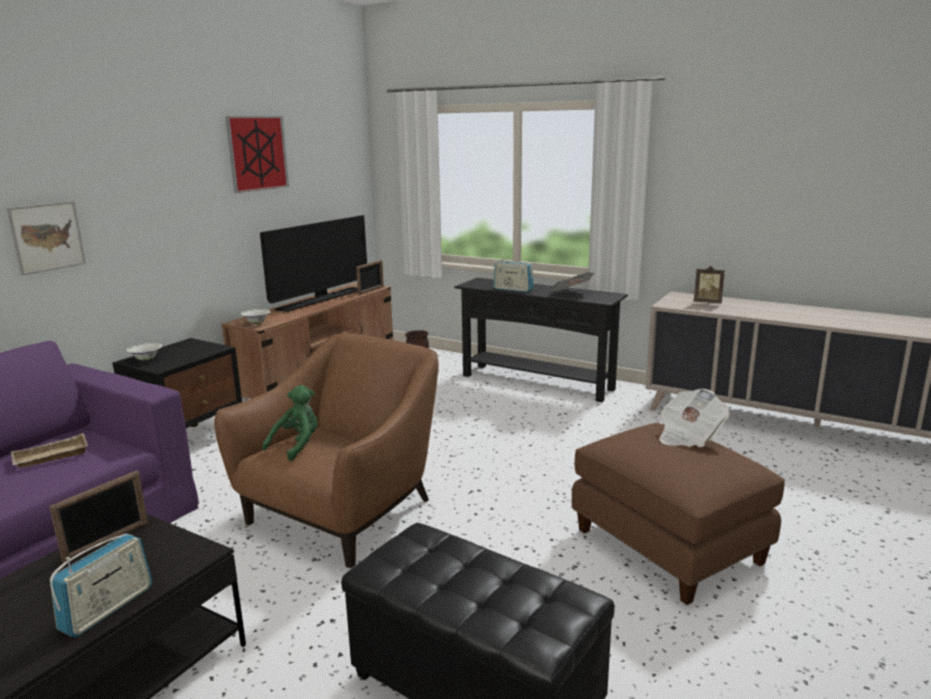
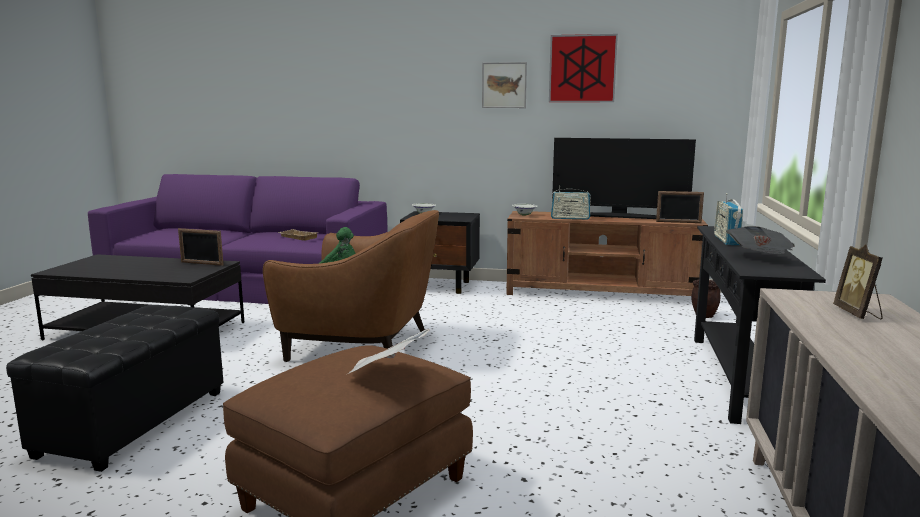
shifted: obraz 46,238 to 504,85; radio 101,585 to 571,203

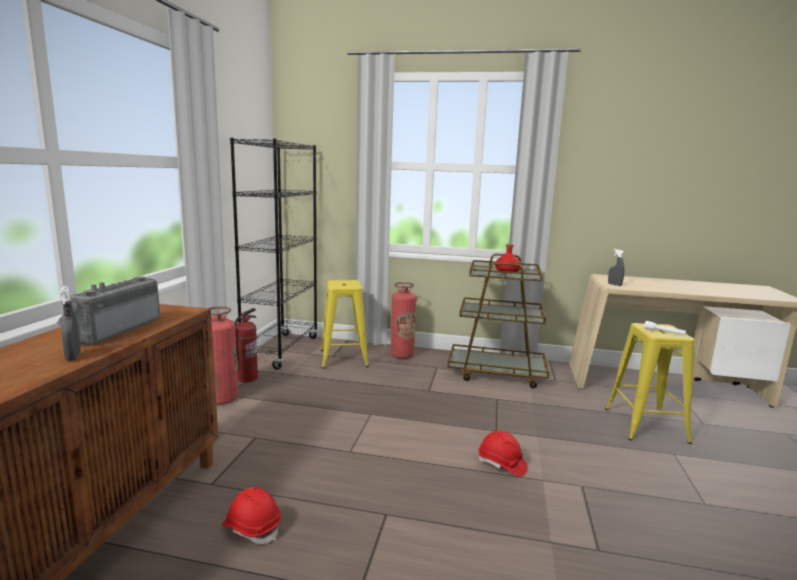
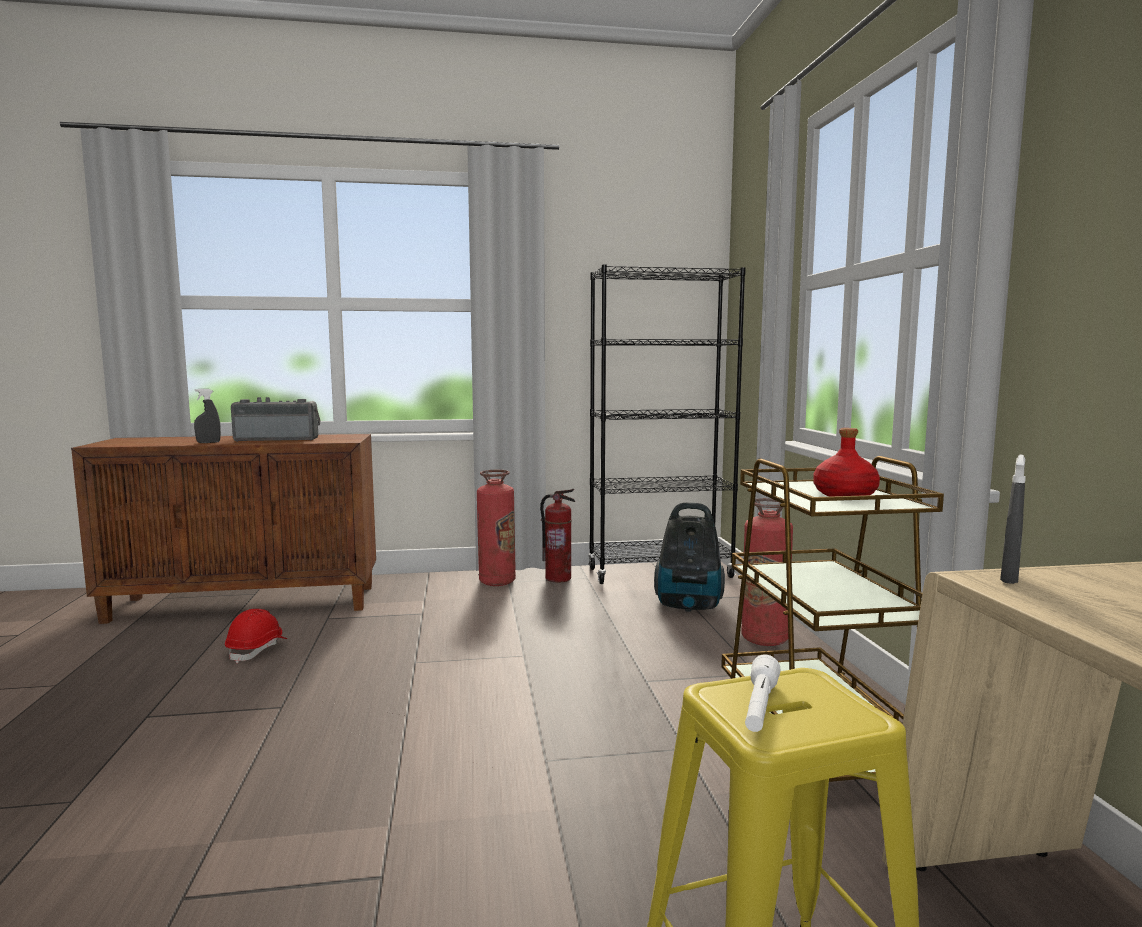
gone: kask/czerwony 503,454
swapped: stołek/żółty 345,324 to odkurzacz 689,557

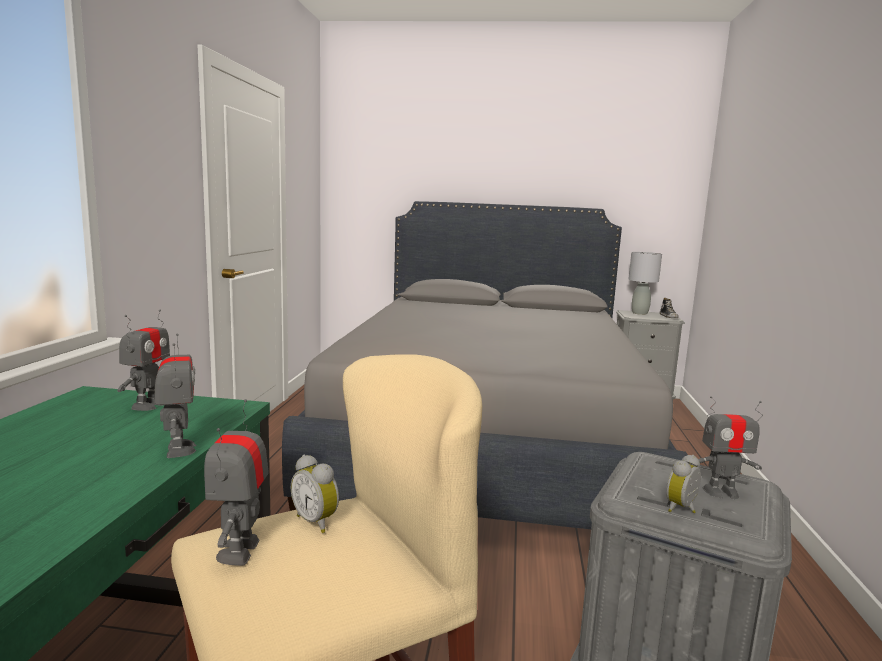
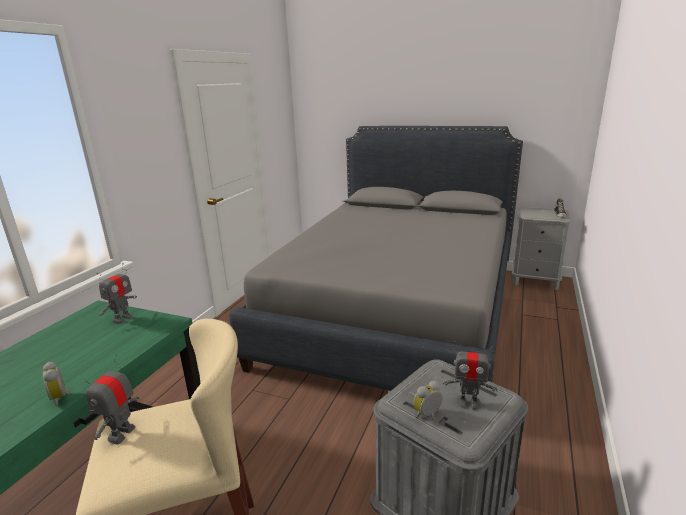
gone: lampa stołowa/szary 645,283; robot zabawkowy 175,395
shifted: budzik 315,494 to 57,384

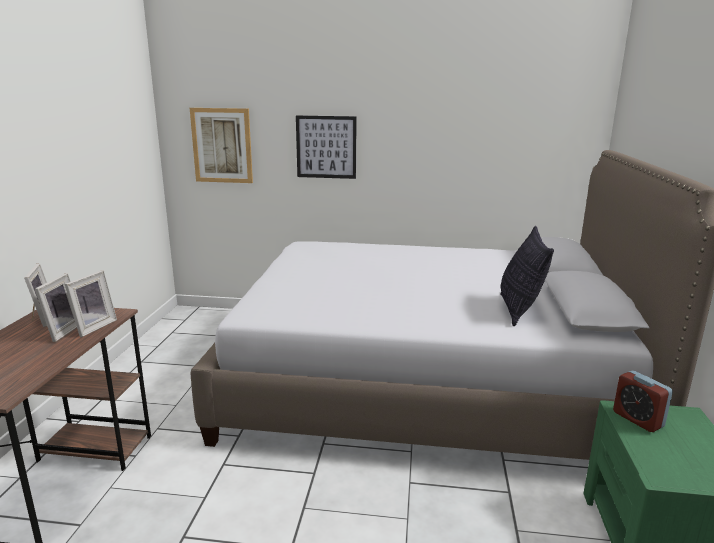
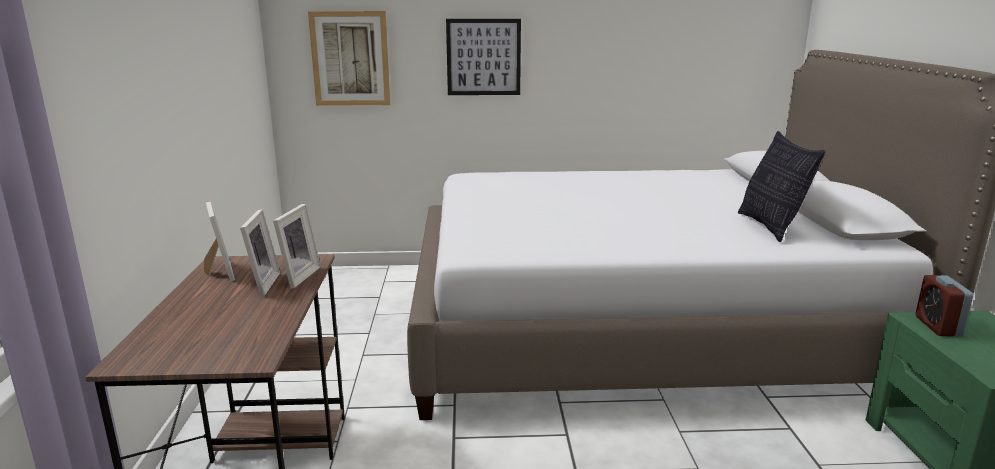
rotated: budzik 643,401 = 944,306 45 degrees clockwise

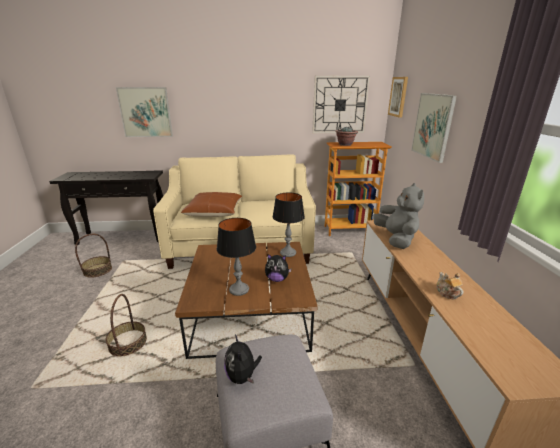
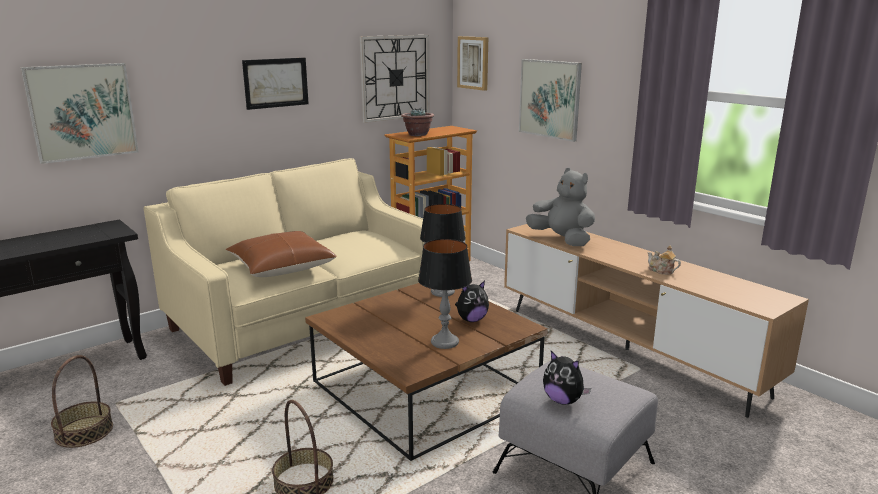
new: obraz 275,84

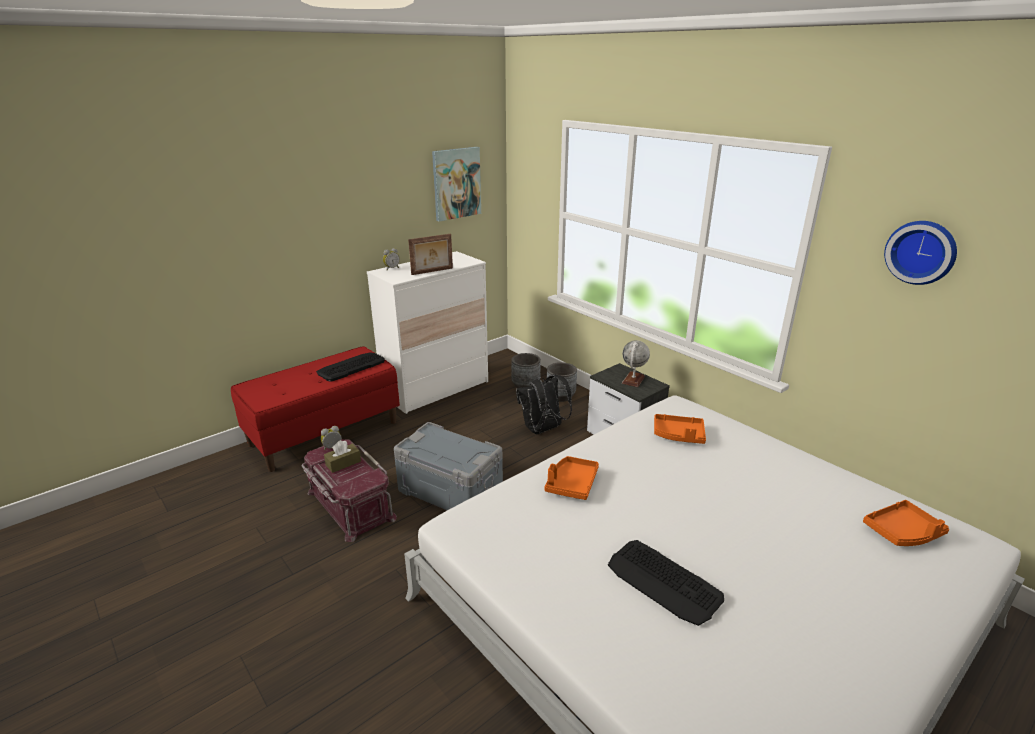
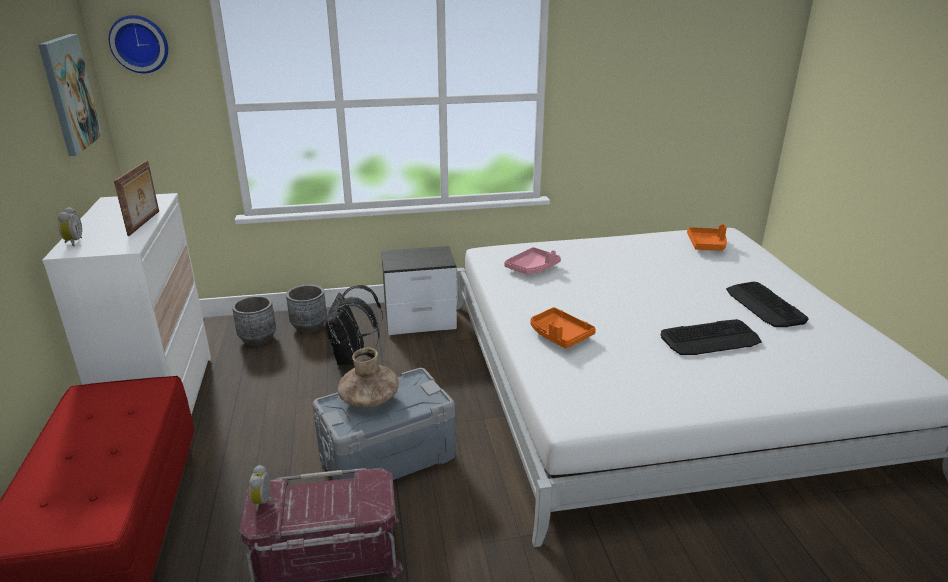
gone: globus 636,363; pudełko chusteczek/brązowy 342,456
new: wazon/brązowy 368,377
shifted: zegar ścienny 920,253 to 138,44; klawiatura 350,367 to 767,304
repainted: taca/pomarańczowy 680,429 to taca/różowy 532,261

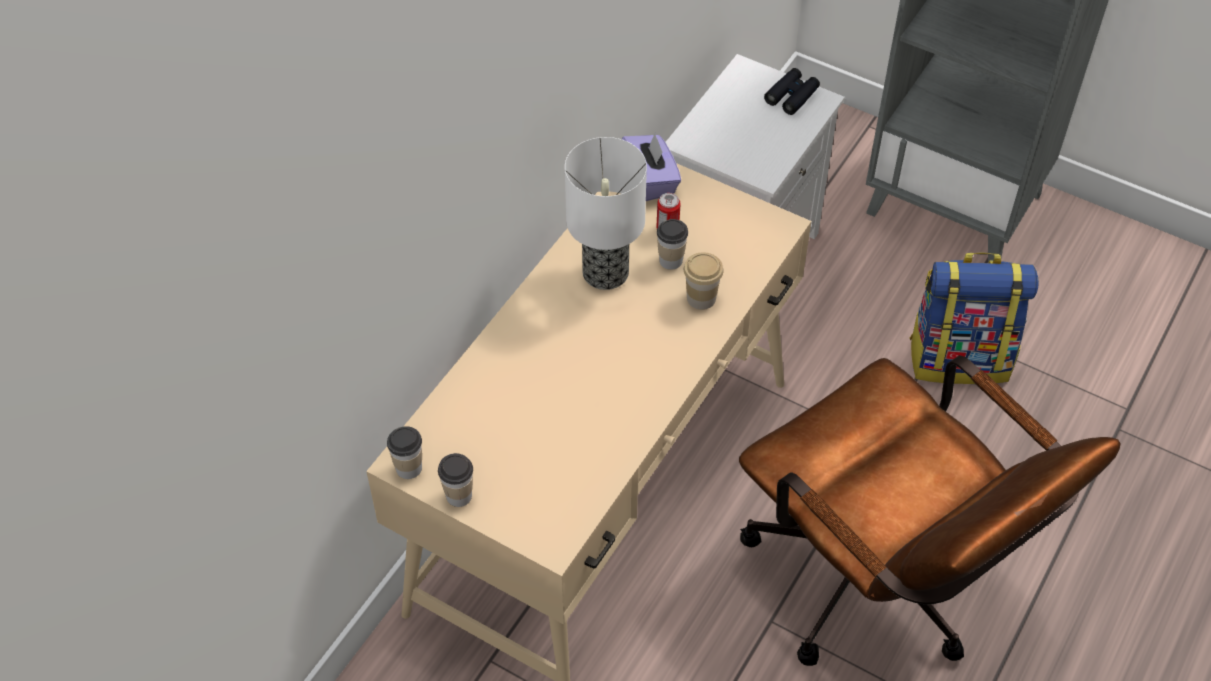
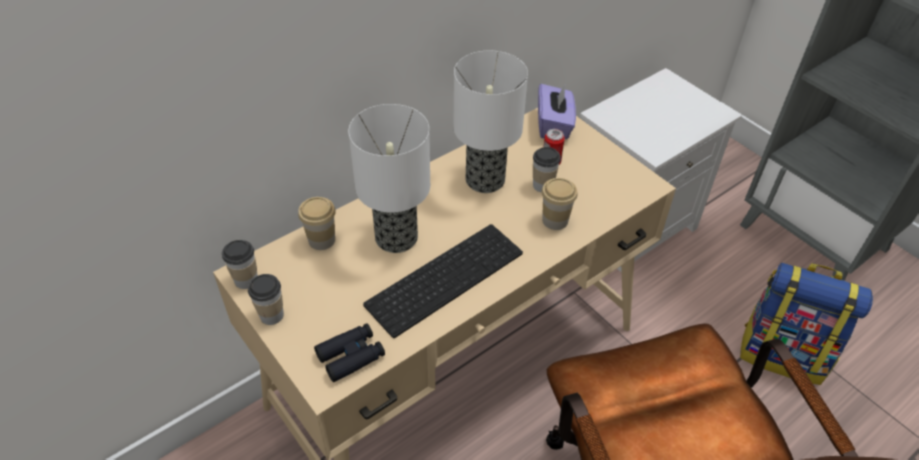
new: lampa stołowa 389,178; filiżanka 317,223; klawiatura 443,281
shifted: lornetka/czarny 792,91 to 349,352

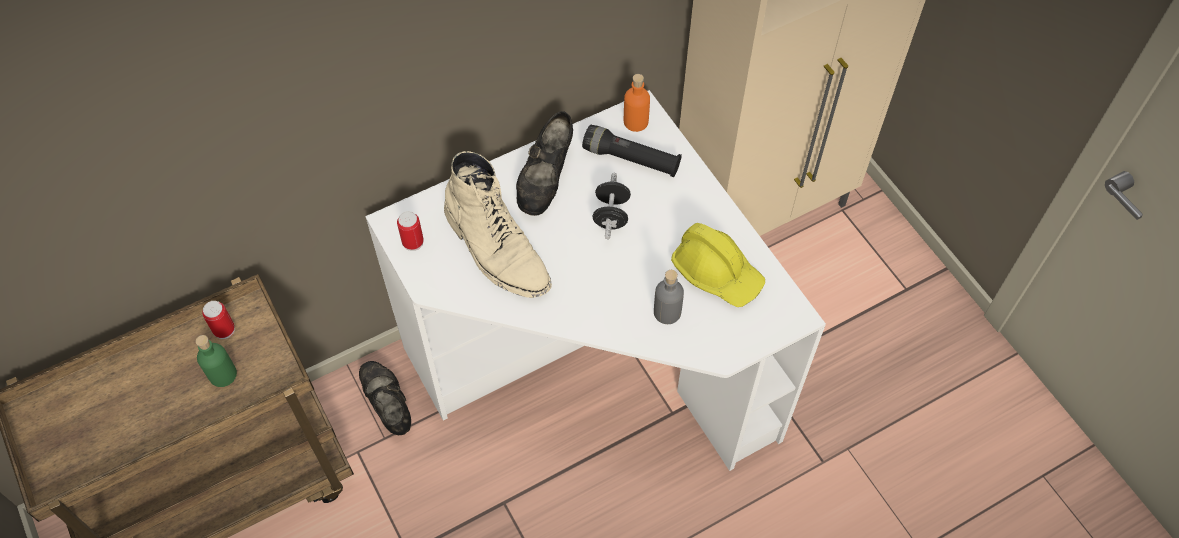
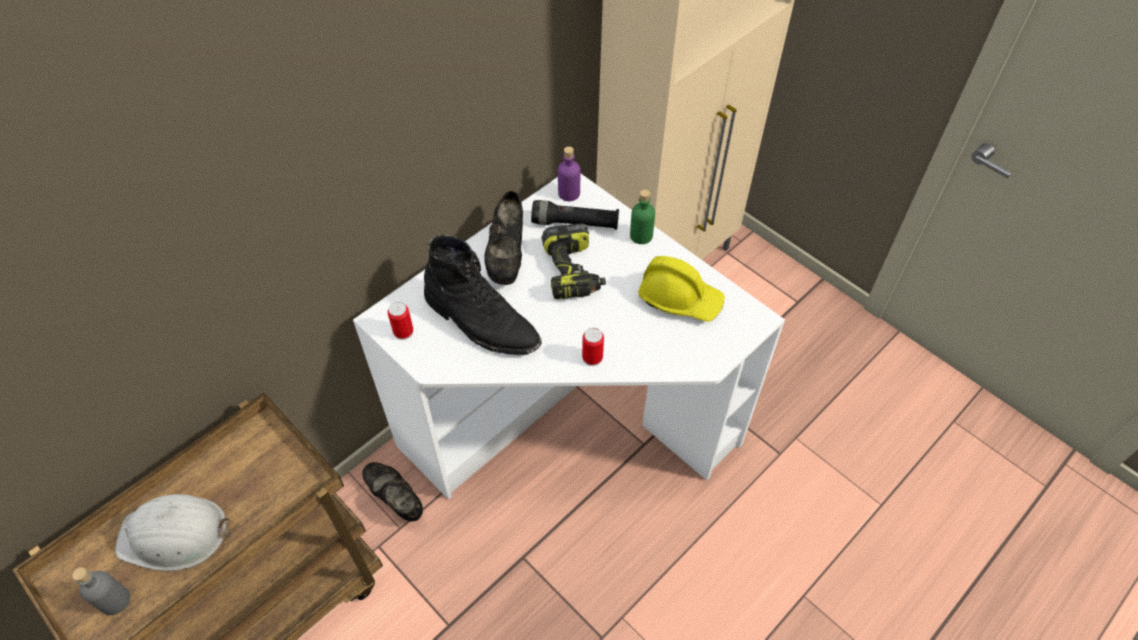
new: kask/biały 173,532
shifted: butelka/szary 669,297 to 101,591; puszka 218,320 to 593,347; butelka/zielony 216,361 to 642,216
swapped: hantel/czarny 612,206 to wiertarka 574,261
repainted: butelka/pomarańczowy 637,103 to butelka/fioletowy 569,173; but z cholewką/beżowy 498,224 to but z cholewką/czarny 483,295

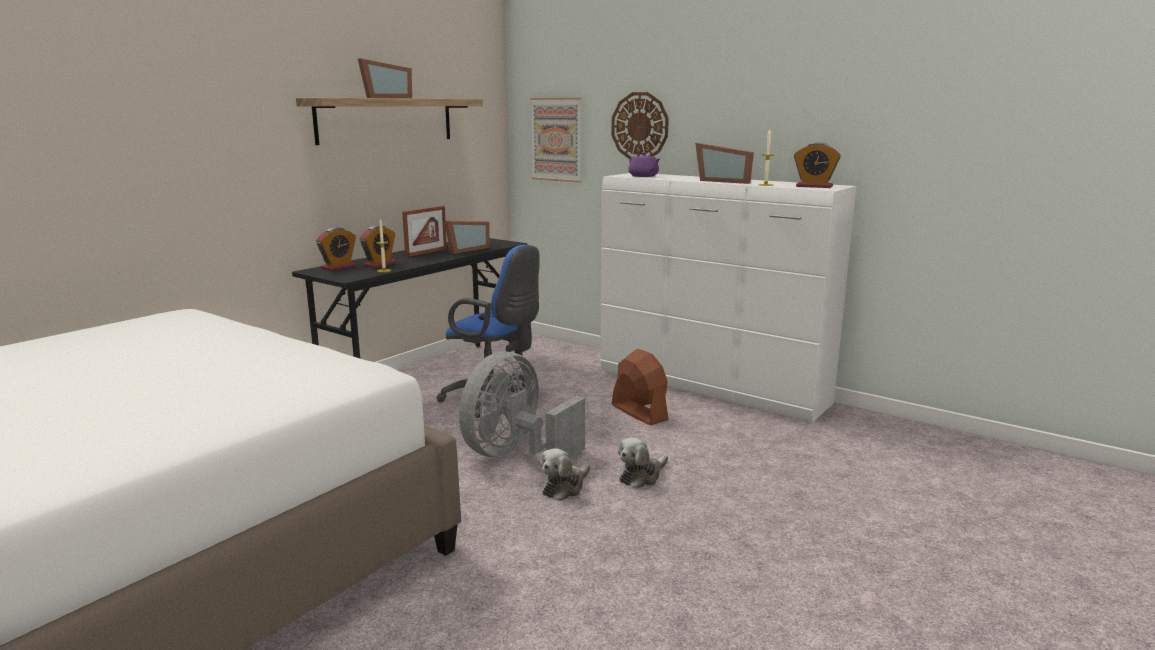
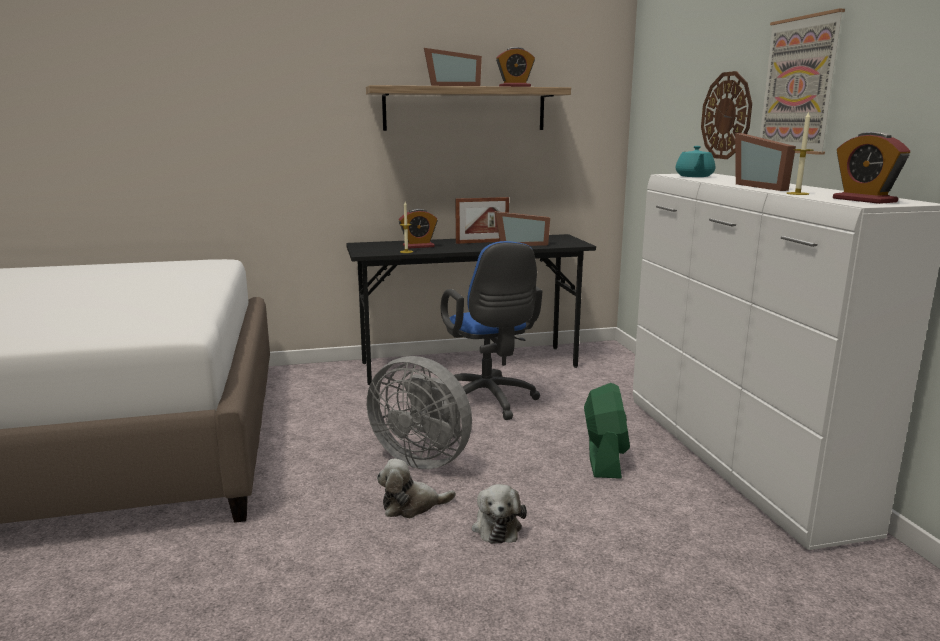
shifted: obraz 555,140 to 802,82; budzik 336,249 to 515,67
repainted: imbryk/fioletowy 644,164 to imbryk/turkusowy 695,161; wentylator/brązowy 640,387 to wentylator/zielony 607,431
rotated: wentylator/szary 522,405 = 419,412 135 degrees counterclockwise; pluszak 643,463 = 499,514 90 degrees counterclockwise

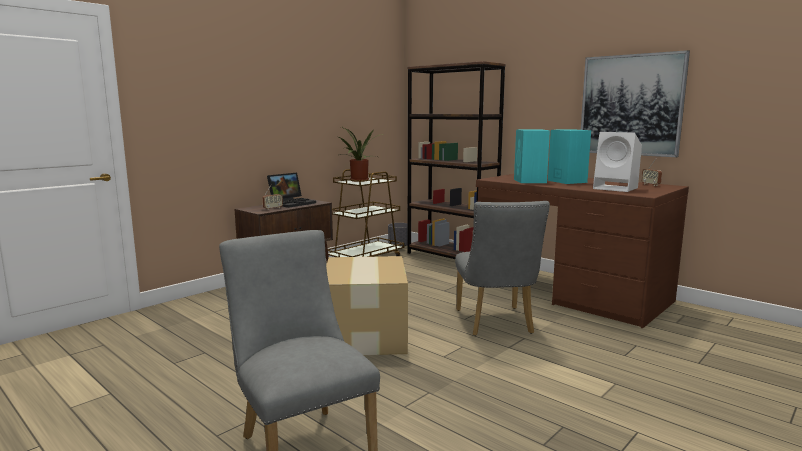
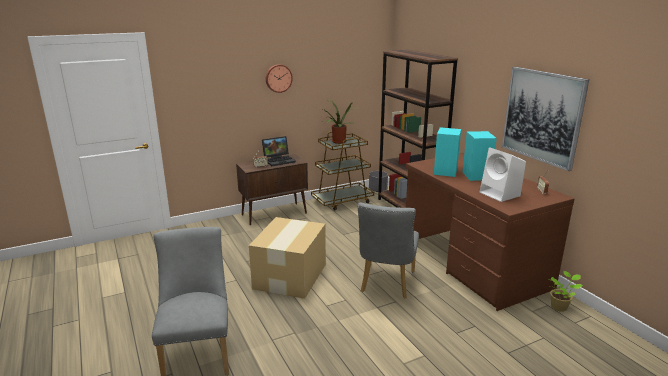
new: zegar ścienny 279,78; roślina doniczkowa 566,291

